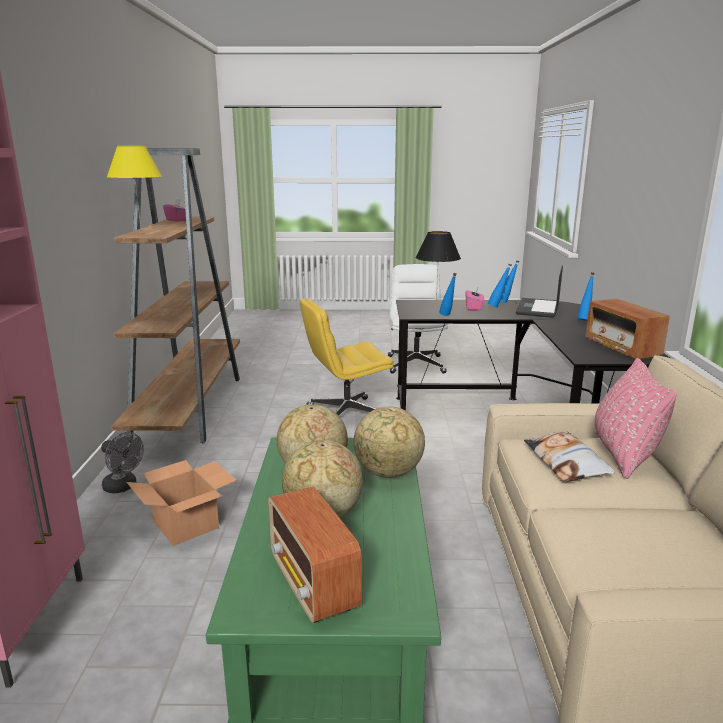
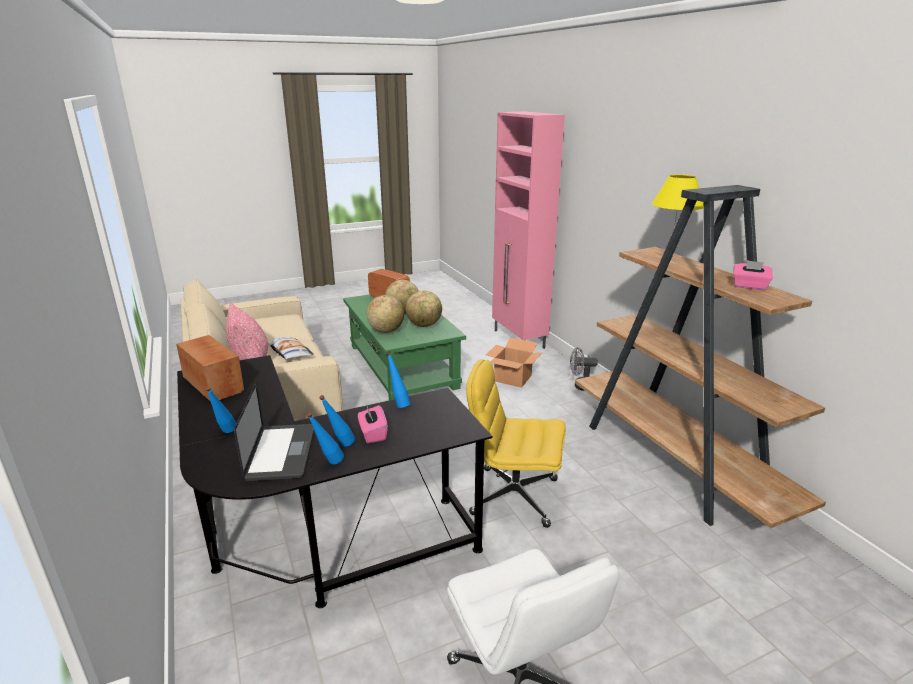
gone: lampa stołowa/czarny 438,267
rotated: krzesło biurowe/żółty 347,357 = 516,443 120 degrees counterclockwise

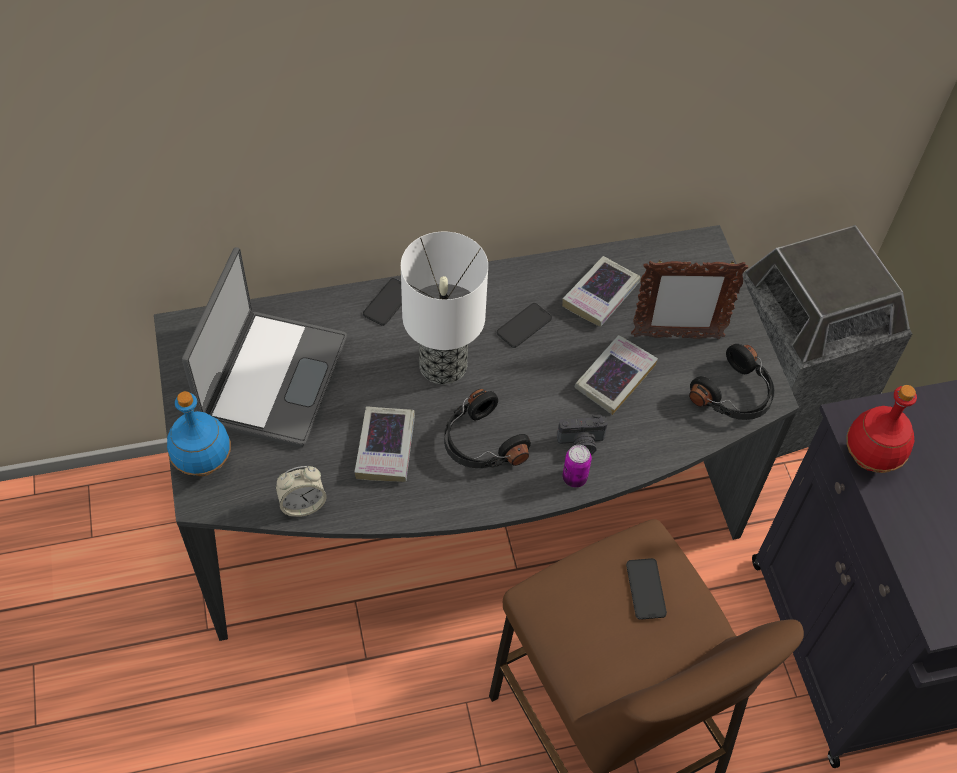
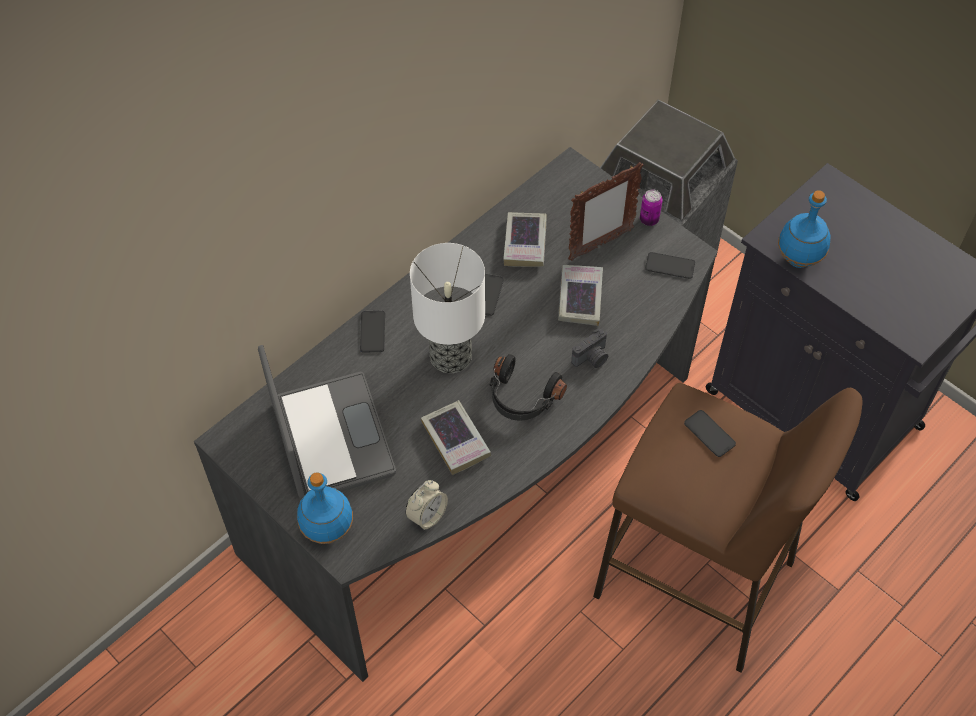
shifted: puszka 577,466 to 651,207
swapped: słuchawki/czarny 732,382 to telefon 670,265
repainted: butelka/czerwony 881,429 to butelka/niebieski 804,229

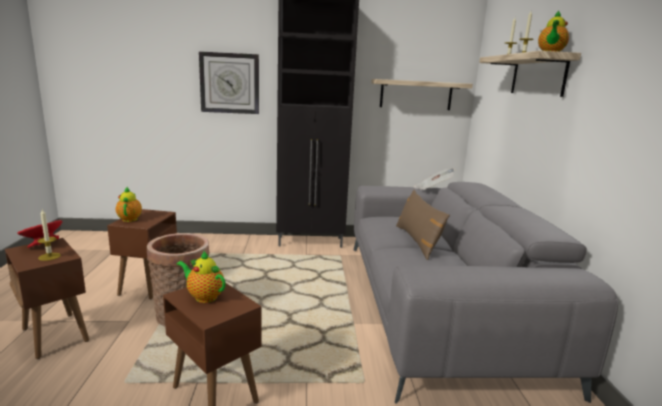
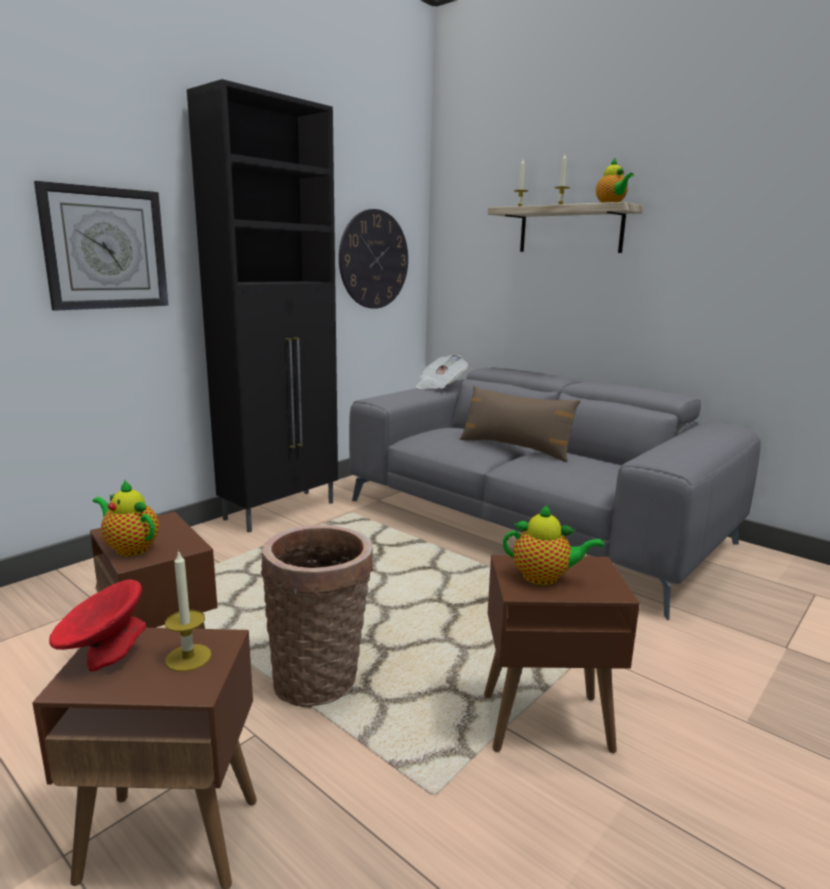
swapped: półka 422,94 to zegar ścienny 373,259
rotated: imbryk 201,276 = 553,544 150 degrees counterclockwise

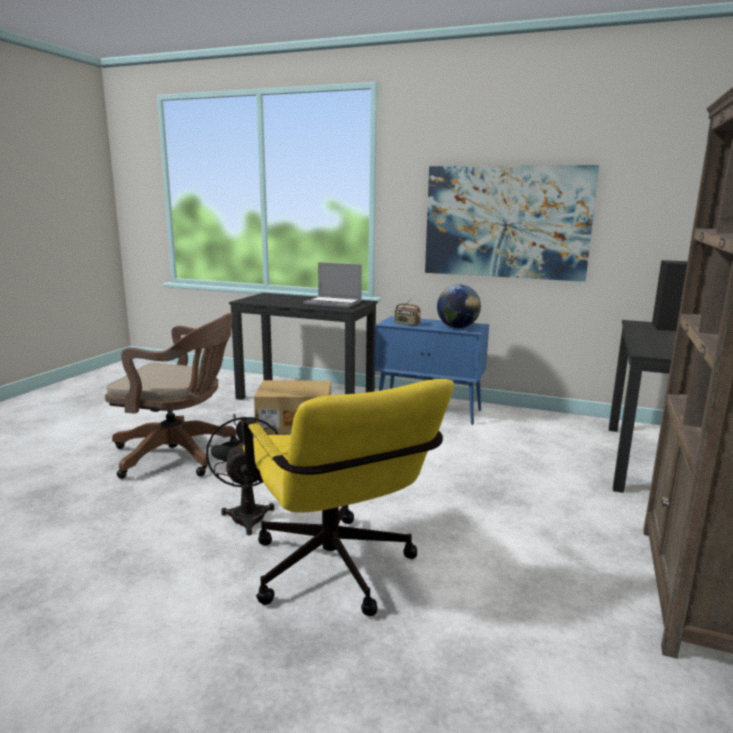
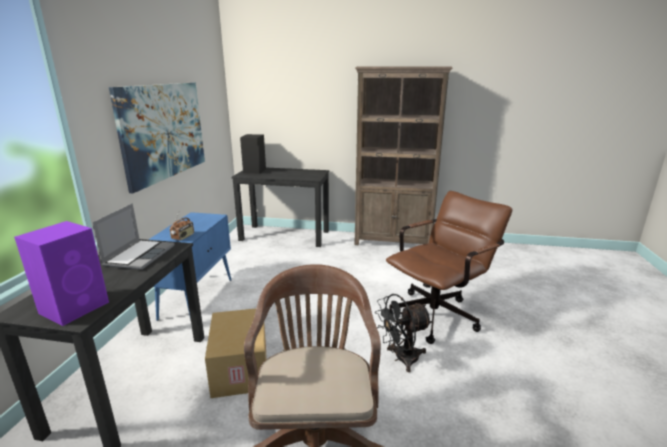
gone: globus 459,306
new: głośnik/fioletowy 61,273
repainted: krzesło biurowe/żółty 348,497 to krzesło biurowe/brązowy 449,267

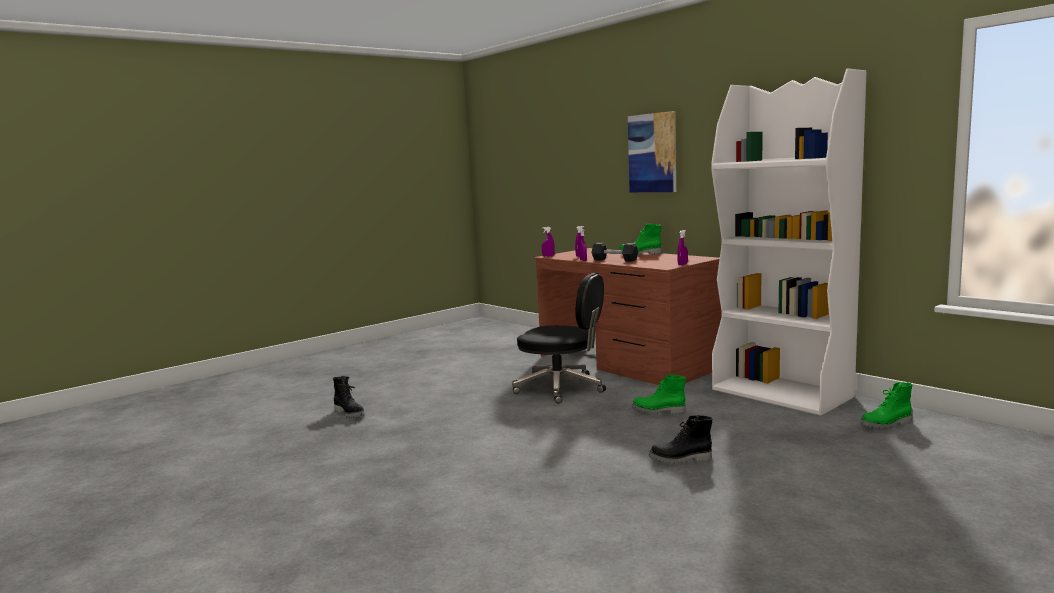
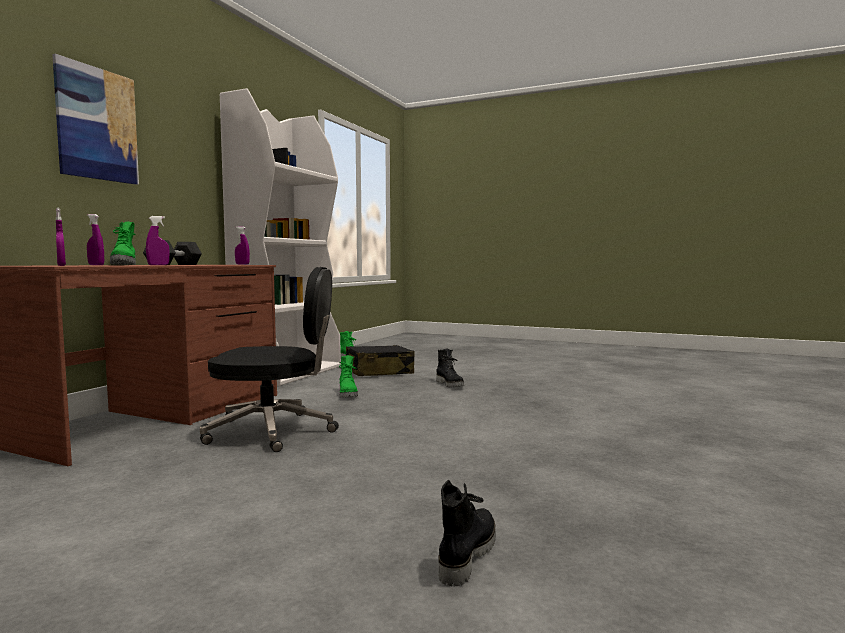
new: walizka/czarny 380,360
rotated: krzesło biurowe/czarny 559,338 = 269,359 90 degrees clockwise

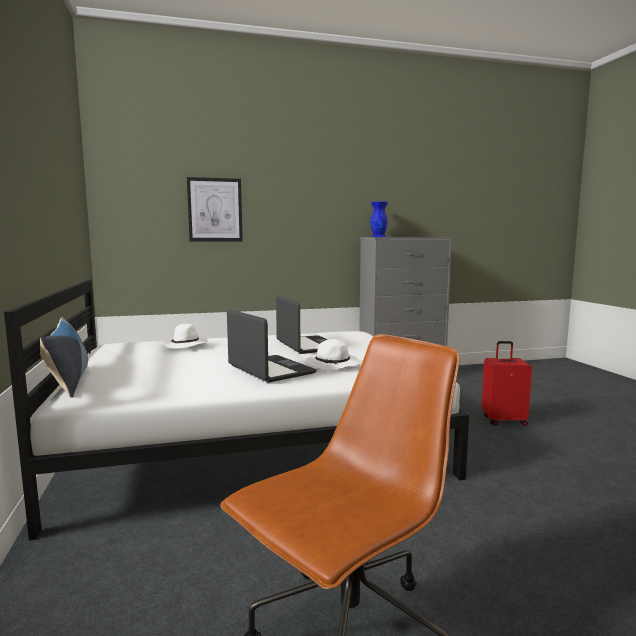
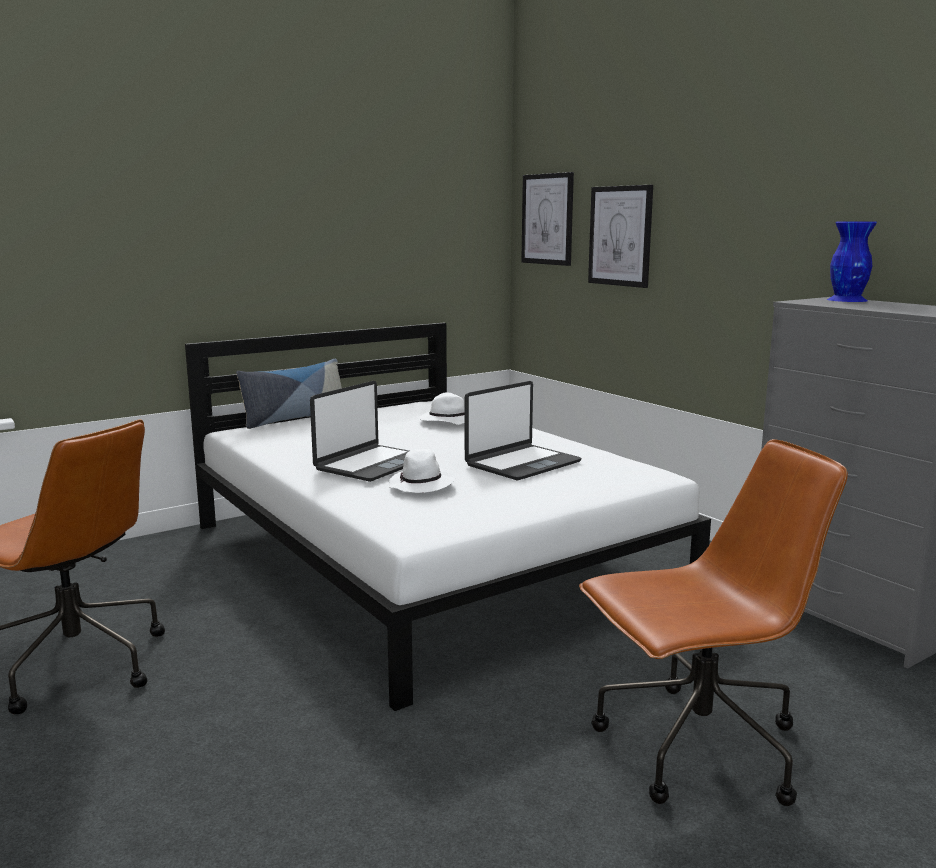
new: obraz 547,219
swapped: walizka/czerwony 506,383 to krzesło biurowe/brązowy 713,622

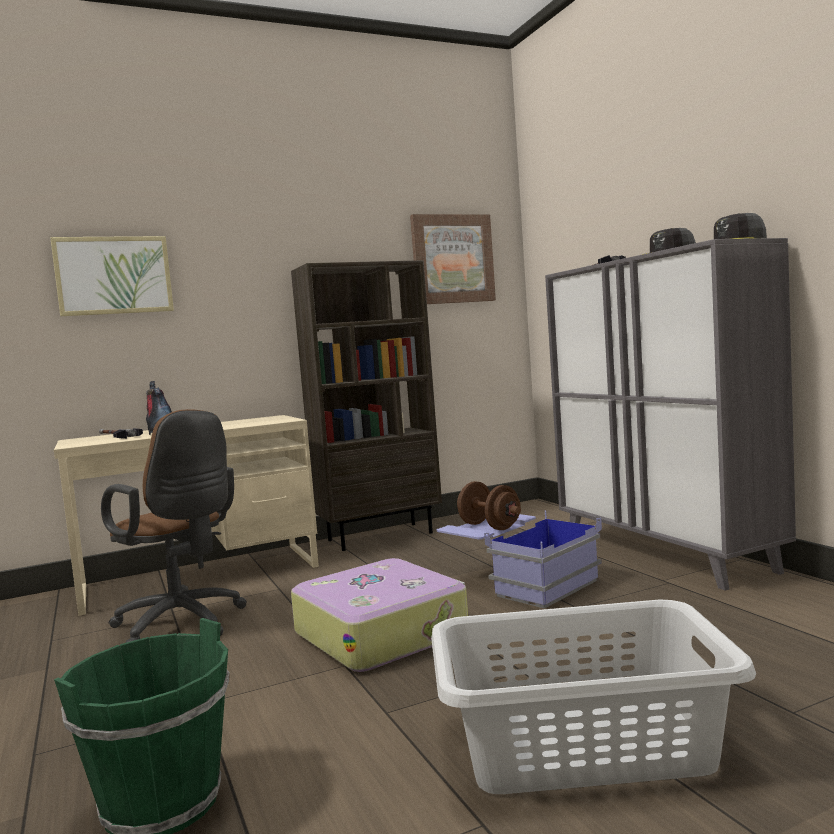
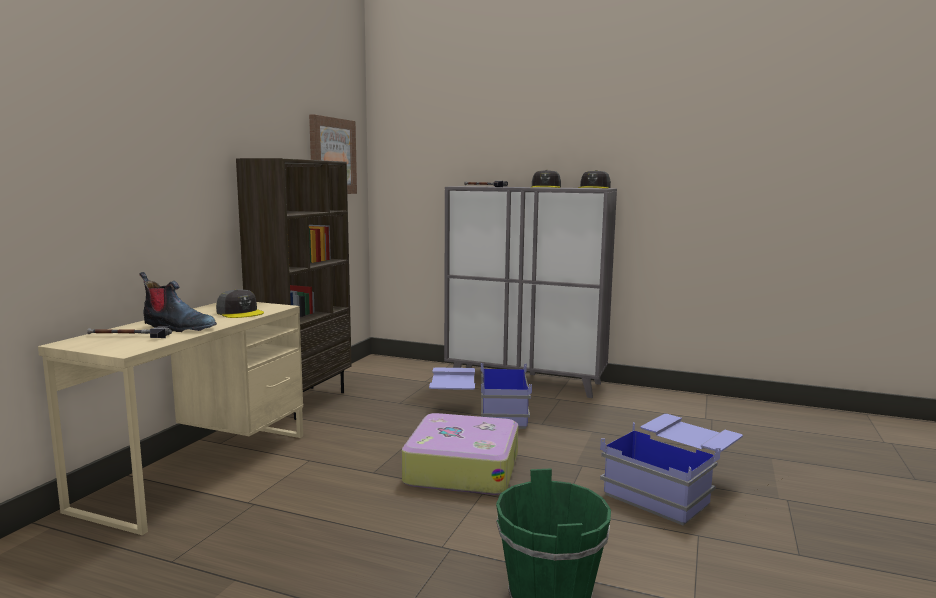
gone: obraz 112,276; krzesło biurowe/brązowy 174,526; hantel/brązowy 489,505
new: czapka z daszkiem/szary 240,303
swapped: kosz na pranie/szary 593,696 to pojemnik do przechowywania/niebieski 671,470

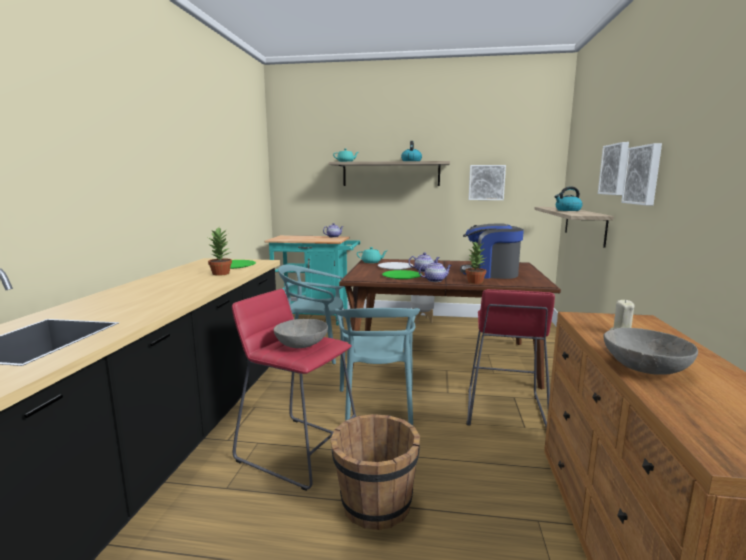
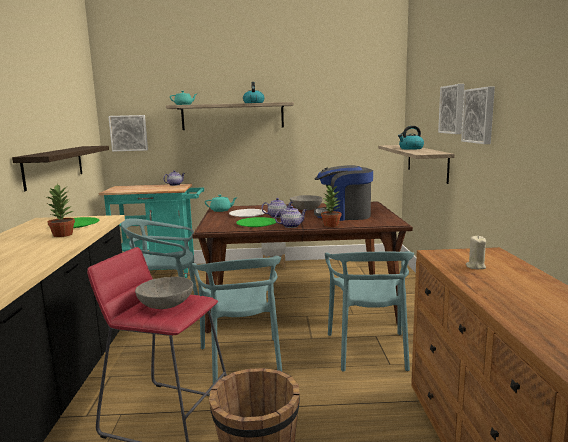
new: półka 60,168
shifted: obraz 487,182 to 128,133; miska/szary 650,351 to 306,202
swapped: stołek/czerwony 511,358 to krzesło/turkusowy 369,311

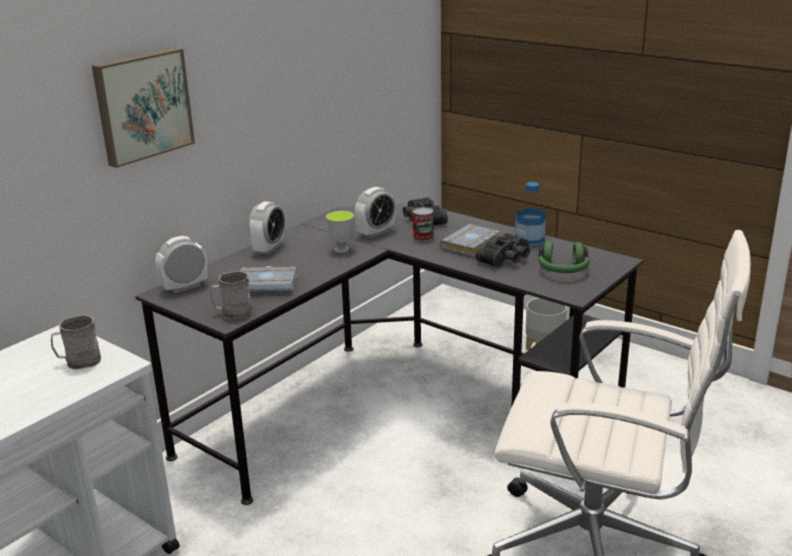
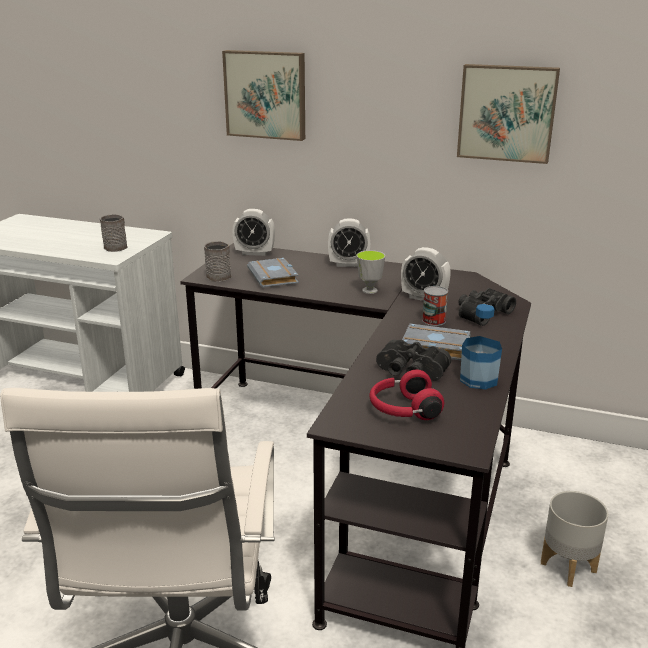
new: obraz 508,114
repainted: słuchawki/zielony 563,257 to słuchawki/czerwony 407,394
rotated: budzik 181,265 = 253,232 150 degrees clockwise

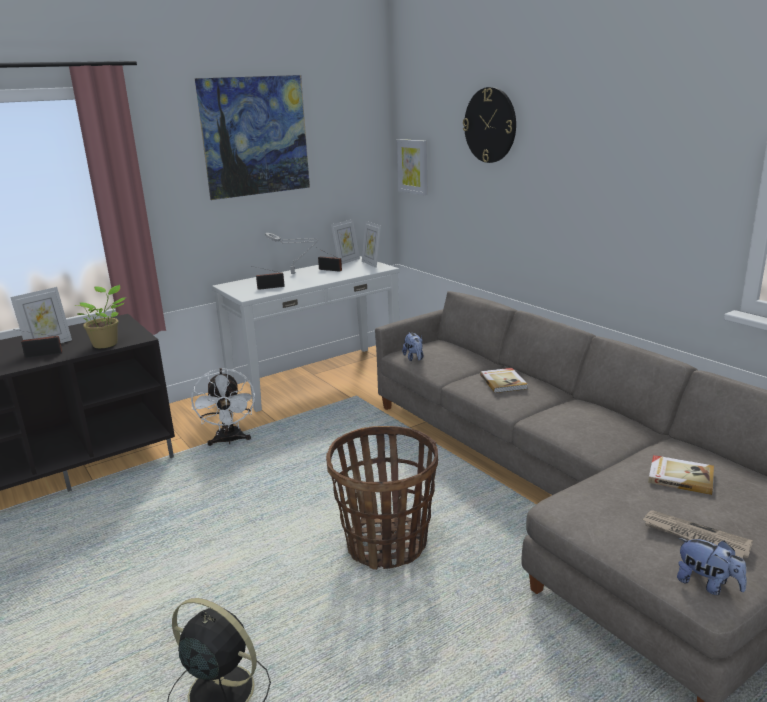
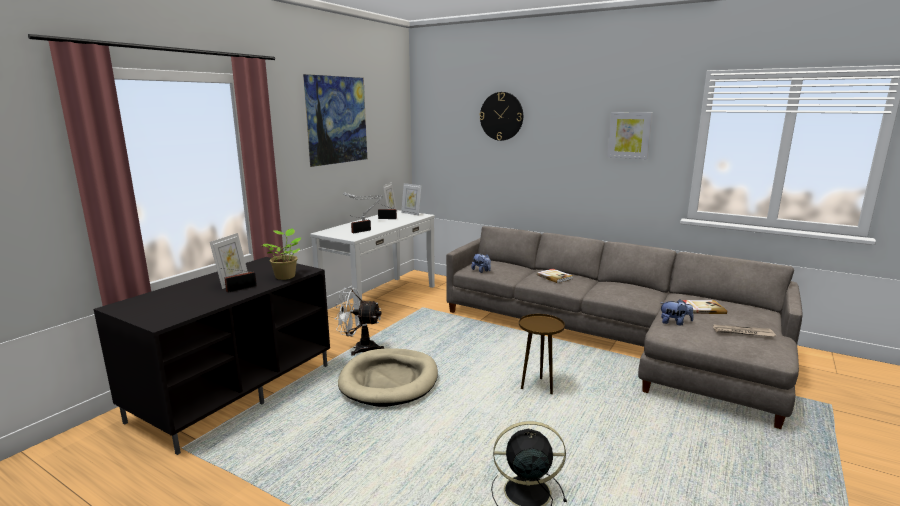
new: legowisko/beżowy 388,377
shifted: obraz 412,167 to 629,135; pluszak 712,566 to 677,312
swapped: koszyk 382,498 to stolik/brązowy 542,354
rotated: wentylator/biały 223,407 = 359,322 135 degrees clockwise

